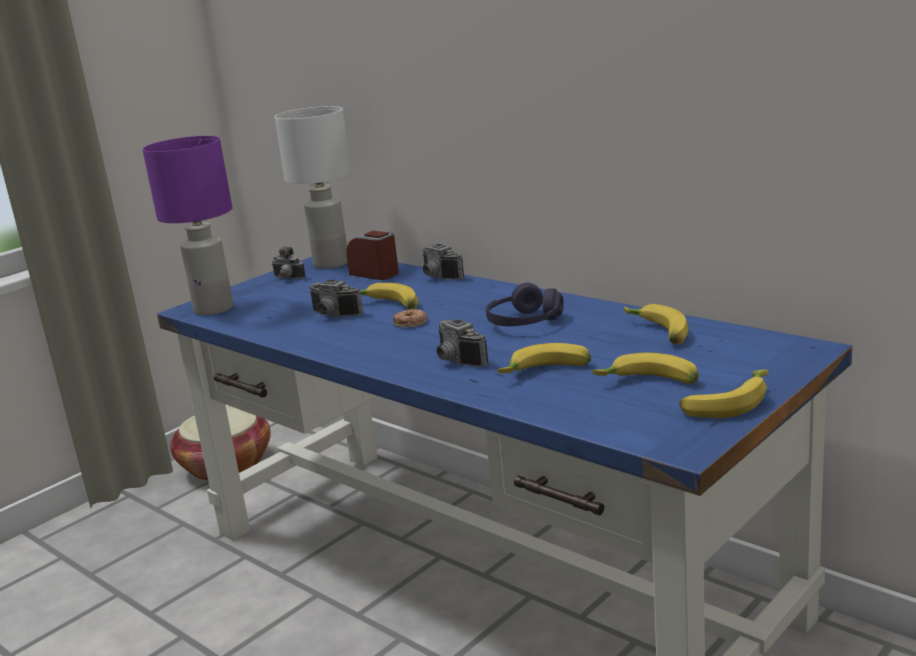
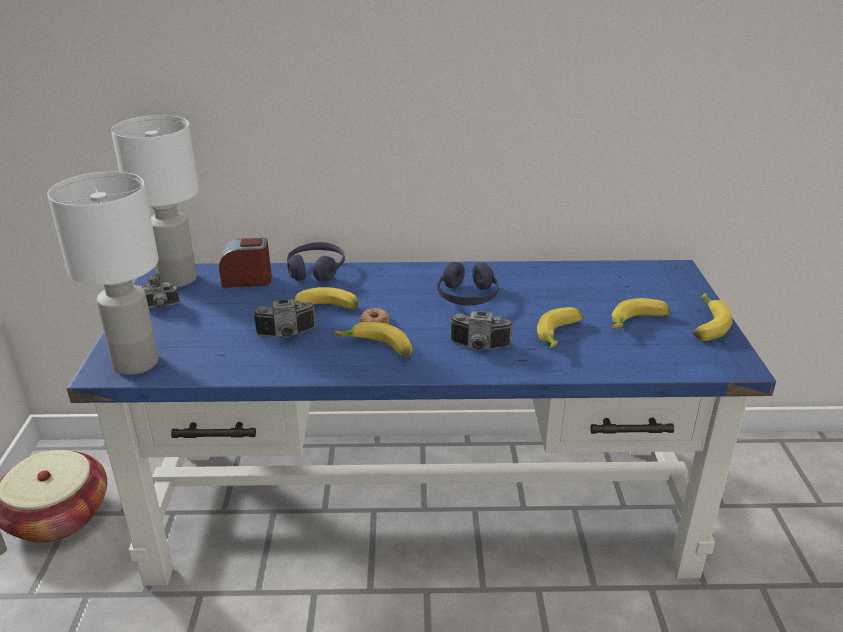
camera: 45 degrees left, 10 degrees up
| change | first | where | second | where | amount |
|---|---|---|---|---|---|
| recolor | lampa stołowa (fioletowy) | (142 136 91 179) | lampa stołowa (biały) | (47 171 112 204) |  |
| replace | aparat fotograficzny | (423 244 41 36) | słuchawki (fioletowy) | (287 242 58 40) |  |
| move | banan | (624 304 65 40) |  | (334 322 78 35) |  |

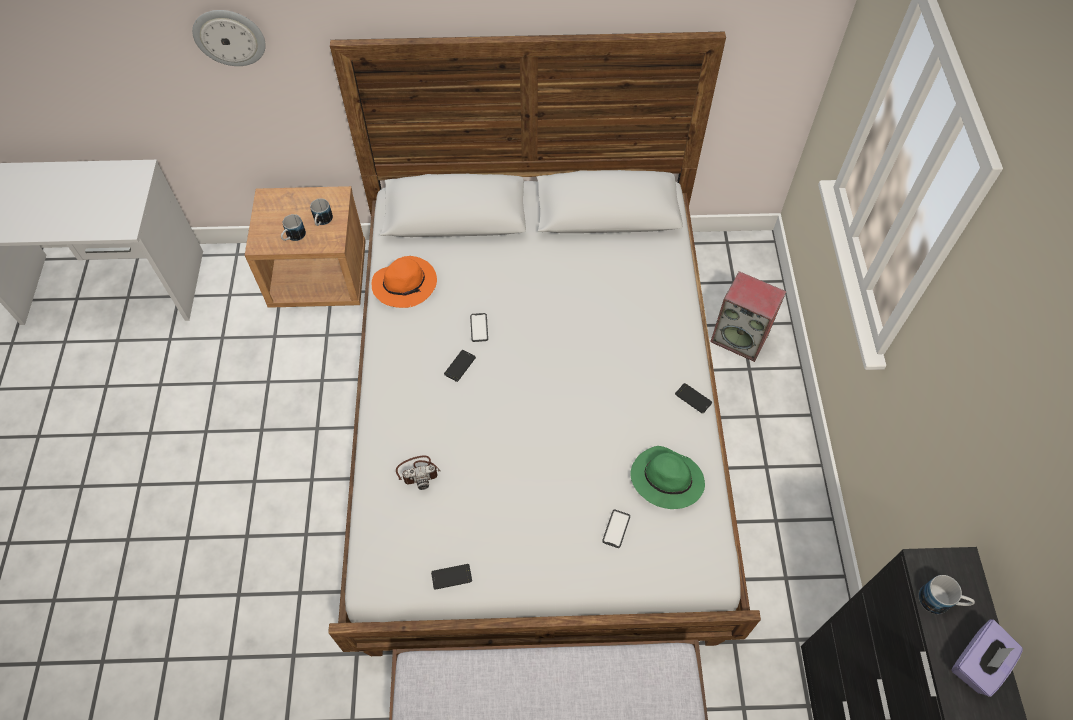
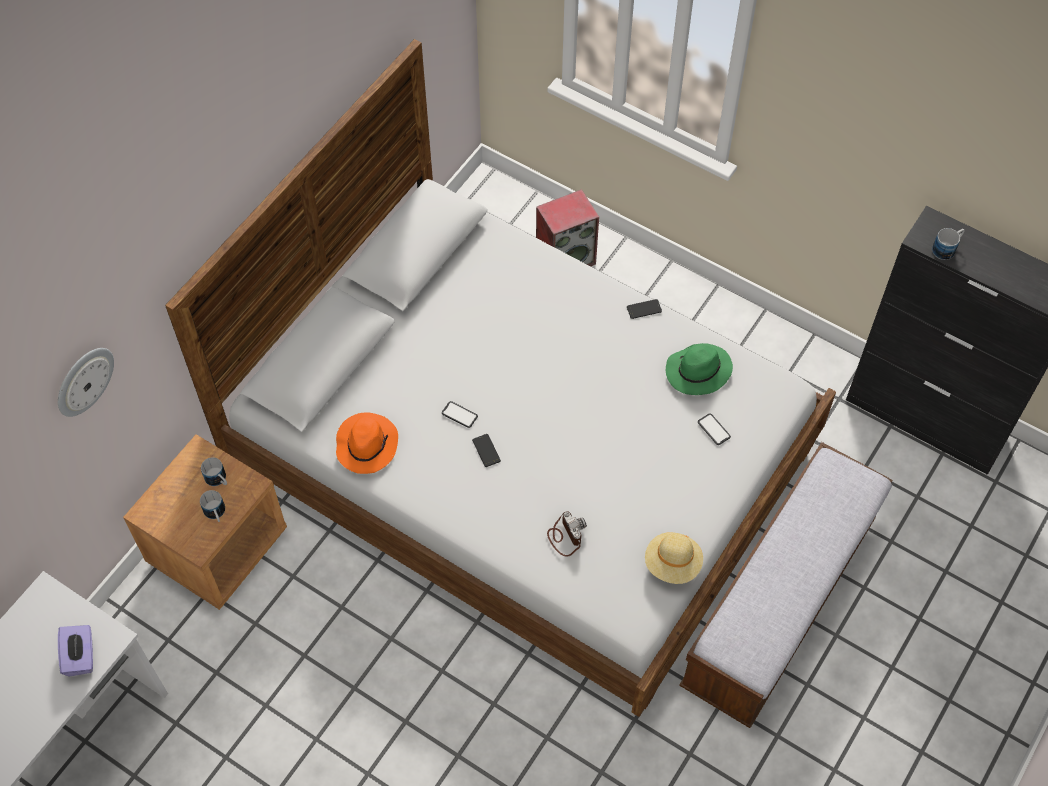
camera: 55 degrees left, 0 degrees up
| change | first | where | second | where | amount |
|---|---|---|---|---|---|
| move | pudełko chusteczek (fioletowy) | (951 619 72 78) |  | (58 625 35 52) |  |
| rotate | aparat fotograficzny | (396 455 45 35) |  | (547 511 40 46) | 45 degrees counterclockwise |
| replace | telefon | (431 564 41 26) | kapelusz (beżowy) | (645 532 58 52) |  |

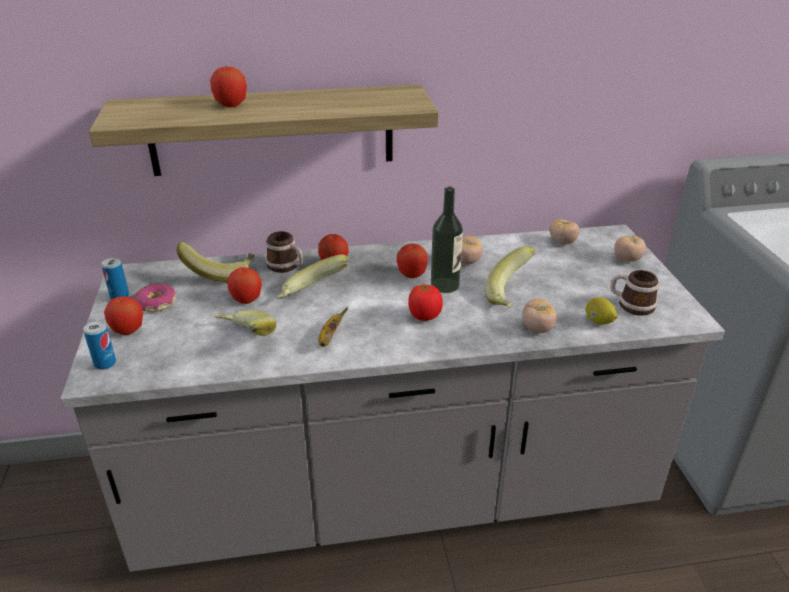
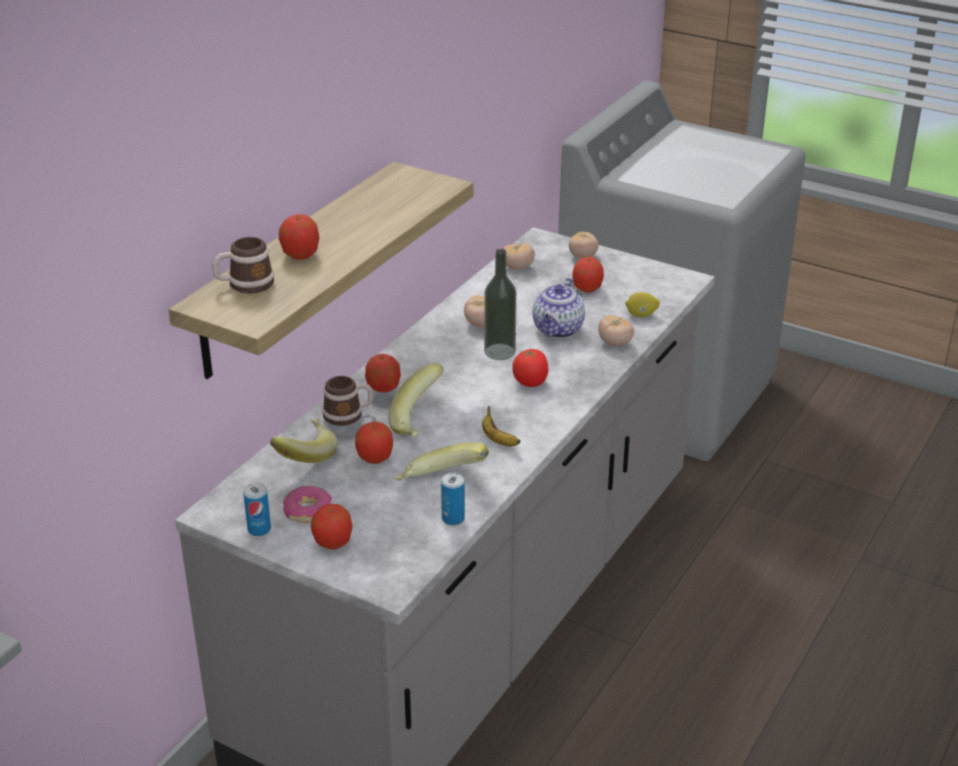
camera: 50 degrees left, 0 degrees up
| change | first | where | second | where | amount |
|---|---|---|---|---|---|
| move | kubek | (610 270 49 46) |  | (212 237 62 57) |  |
| move | puszka | (83 321 33 49) |  | (441 473 24 53) |  |
| replace | banan | (485 246 51 62) | imbryk | (532 278 53 60) |  |
| move | jabłko | (397 244 31 34) |  | (572 257 32 36) |  |

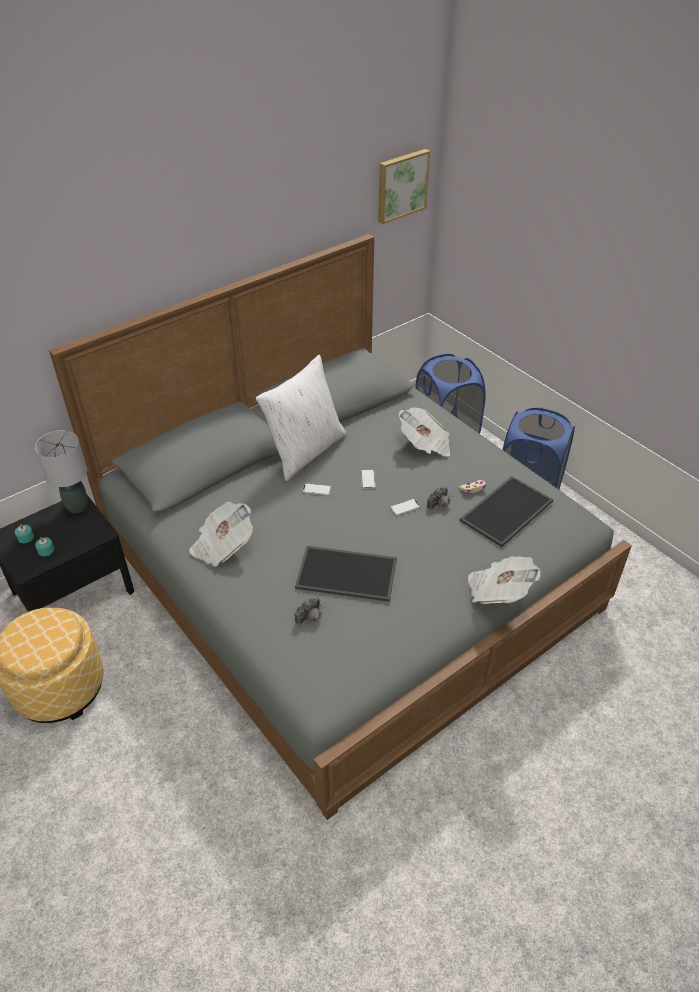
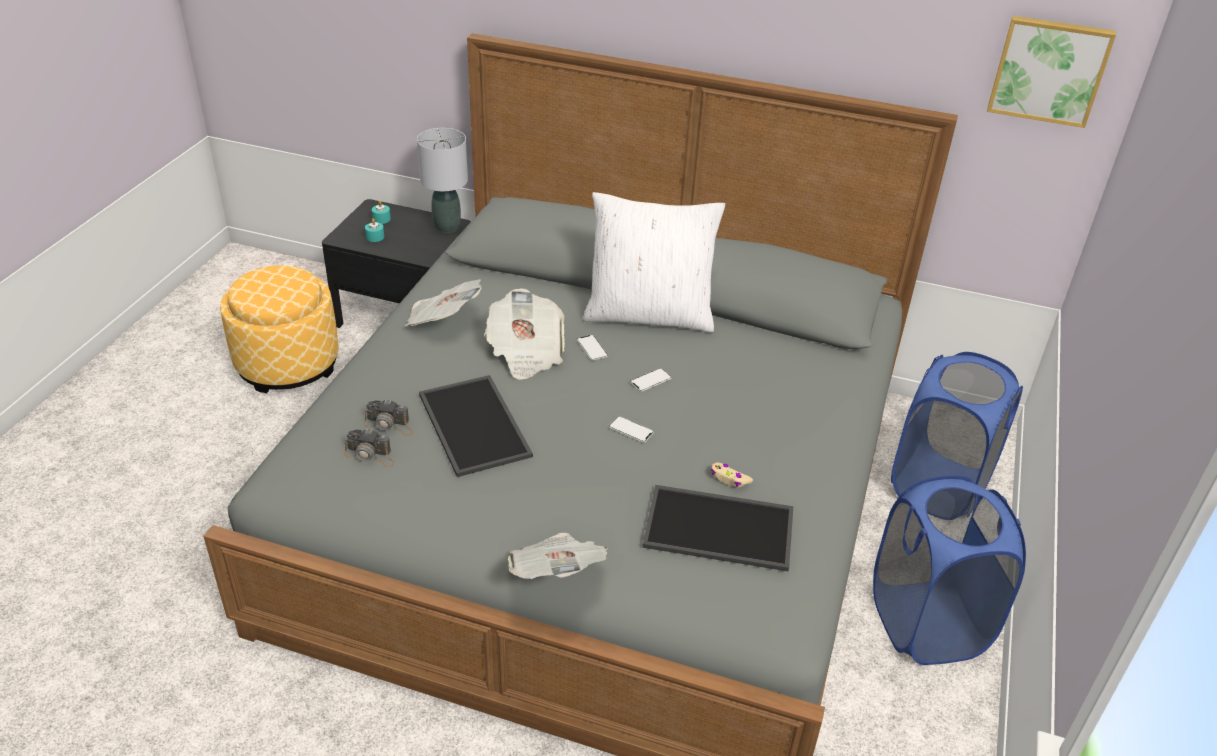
camera: 55 degrees right, 5 degrees down
| change | first | where | second | where | amount |
|---|---|---|---|---|---|
| move | aparat fotograficzny | (427 486 31 27) |  | (344 428 51 39) |  |
| move | gazeta | (399 407 51 50) |  | (484 288 81 92) |  |

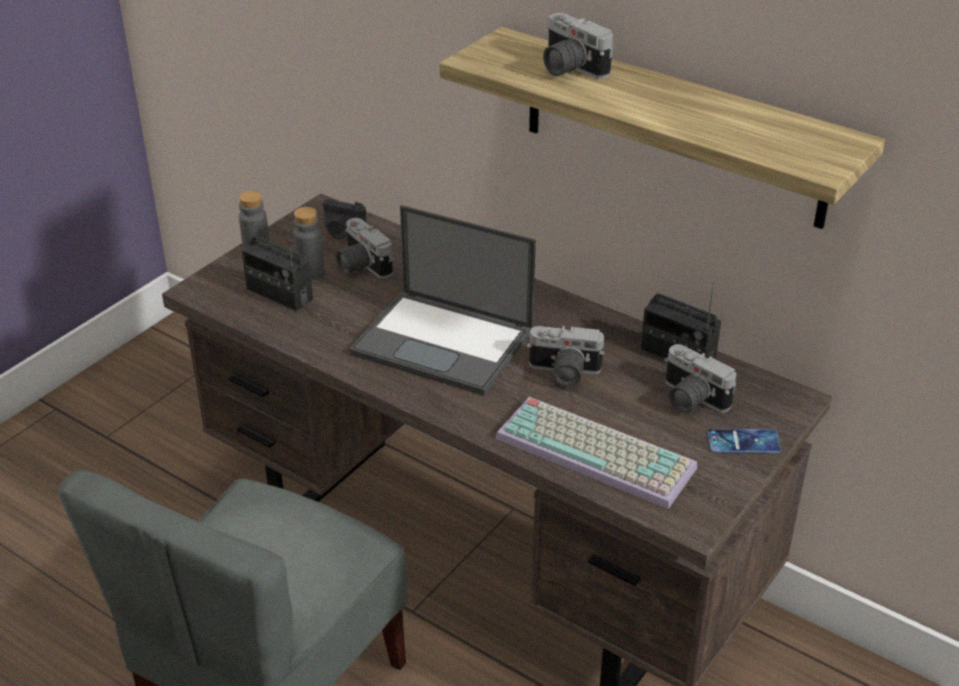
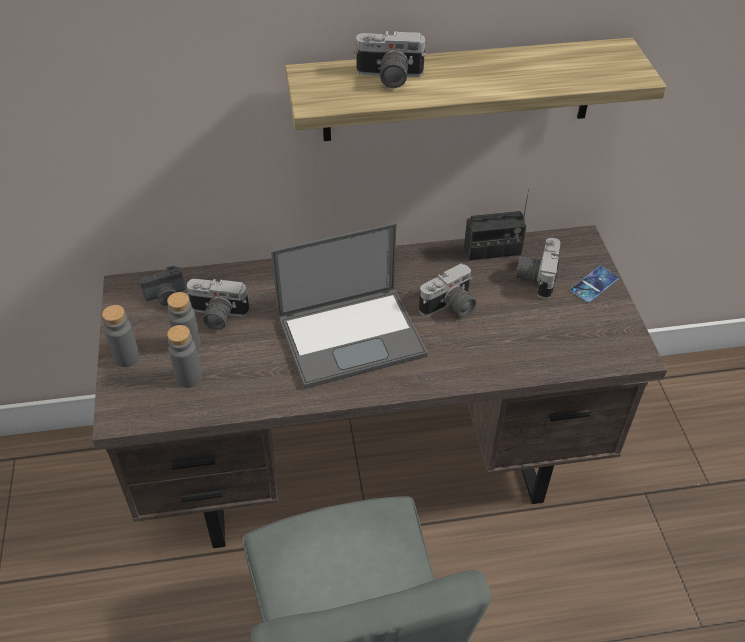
camera: 45 degrees left, 10 degrees up
| change | first | where | second | where | amount |
|---|---|---|---|---|---|
| replace | radio | (242 221 71 90) | butelka (szary) | (167 325 35 63) |  |
| rotate | aparat fotograficzny | (664 344 72 69) |  | (516 238 45 61) | 105 degrees clockwise |
| delete | klawiatura | (496 397 201 112) |  |  |  |

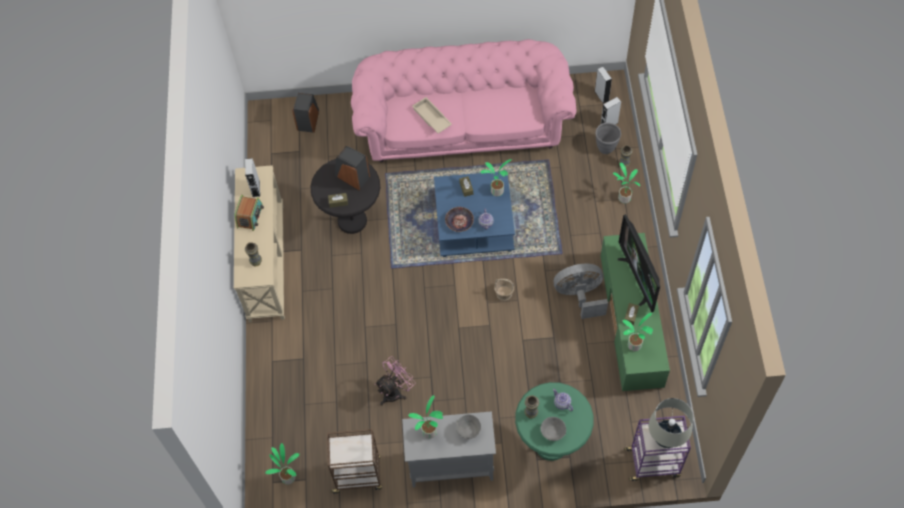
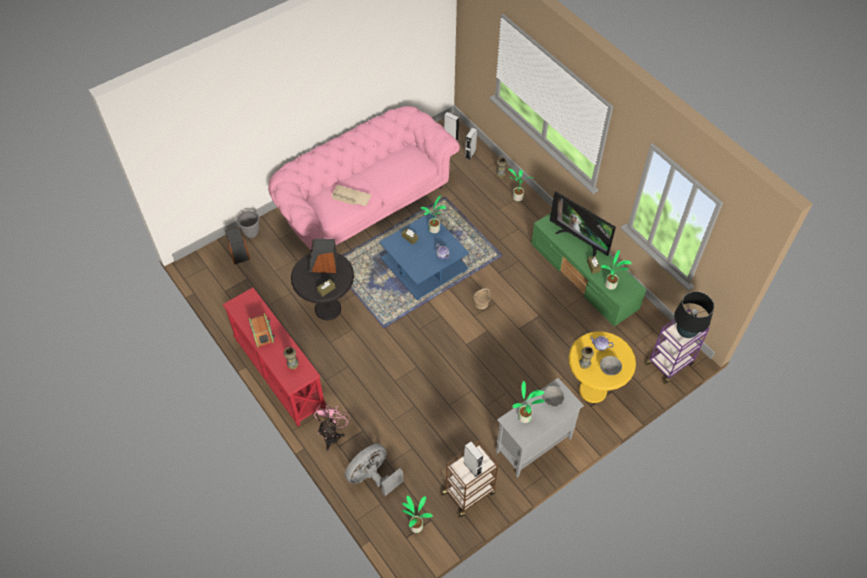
camera: 35 degrees left, 5 degrees down
| change | first | where | second | where | amount |
|---|---|---|---|---|---|
| recolor | stolik konsolowy (beżowy) | (234 165 51 157) | stolik konsolowy (czerwony) | (223 288 103 139) |  |
| move | donica (szary) | (596 123 25 31) |  | (237 210 23 28) |  |
| move | wentylator (różowy) | (375 356 40 49) |  | (314 403 36 48) |  |
| move | wentylator (szary) | (554 264 54 55) |  | (345 444 58 52) |  |
| move | głośnik (szary) | (245 158 15 39) |  | (463 441 20 36) |  |
| recolor | stolik (zielony) | (515 382 79 79) | stolik (żółty) | (569 331 67 72) |  |
| recolor | lampa stołowa (beżowy) | (649 398 45 50) | lampa stołowa (czarny) | (674 291 40 47) |  |
| delete | miska | (445 207 29 25) |  |  |  |

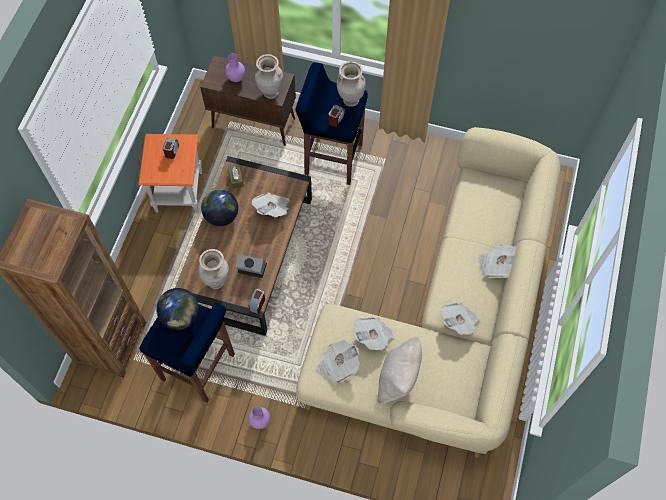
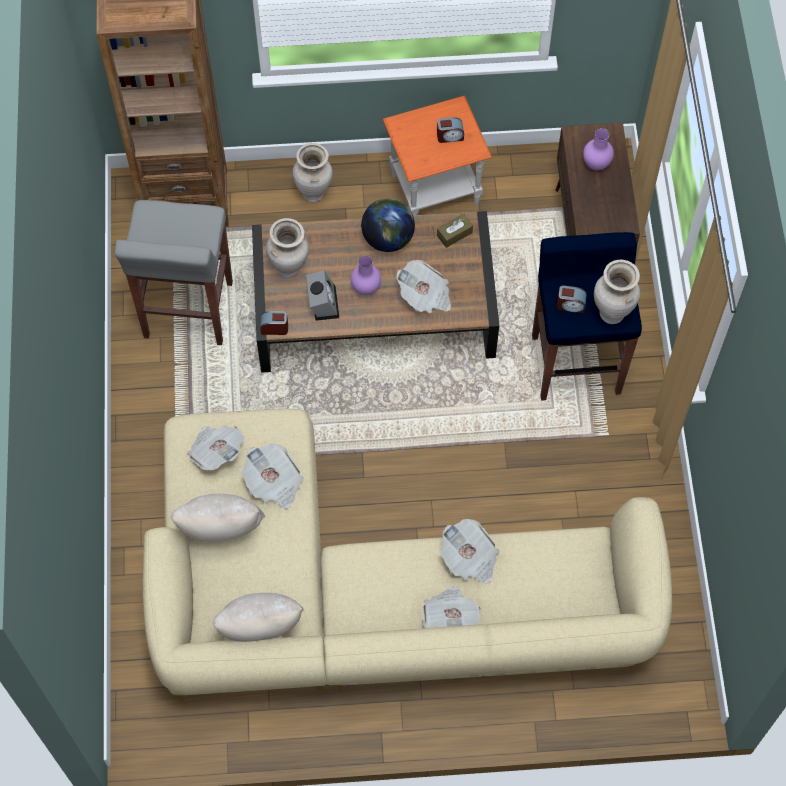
camera: 70 degrees right, 0 degrees up
| change | first | where | second | where | amount |
|---|---|---|---|---|---|
| recolor | stołek (niebieski) | (140 302 95 101) | stołek (szary) | (115 200 118 145) |  |
| insert |  |  | poduszka (beżowy) | (212 593 92 49) |  |
| move | wazon (beżowy) | (255 54 28 45) |  | (293 143 40 59) |  |
| move | wazon (fioletowy) | (248 406 22 23) |  | (351 256 30 39) |  |
| move | gazeta | (441 303 39 32) |  | (440 519 60 65) |  |
| delete | globus | (156 288 43 42) |  |  |  |

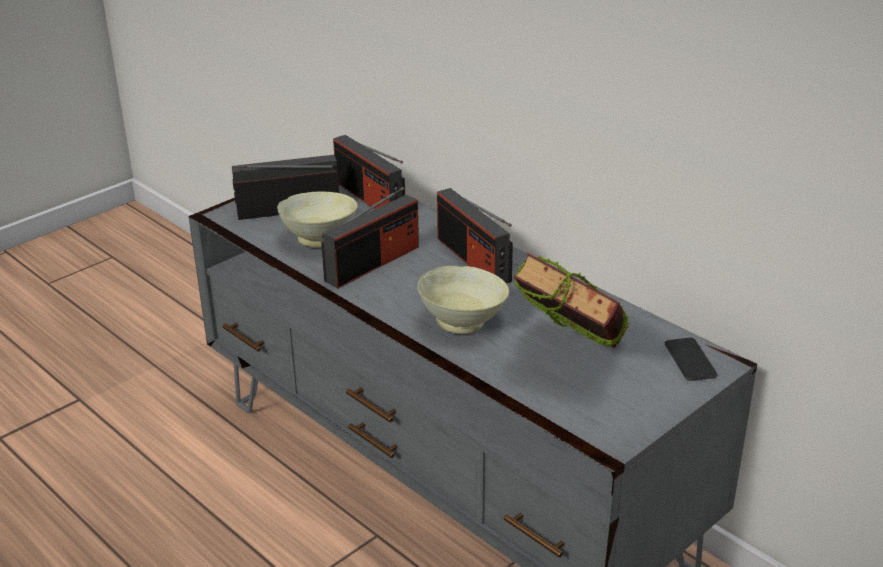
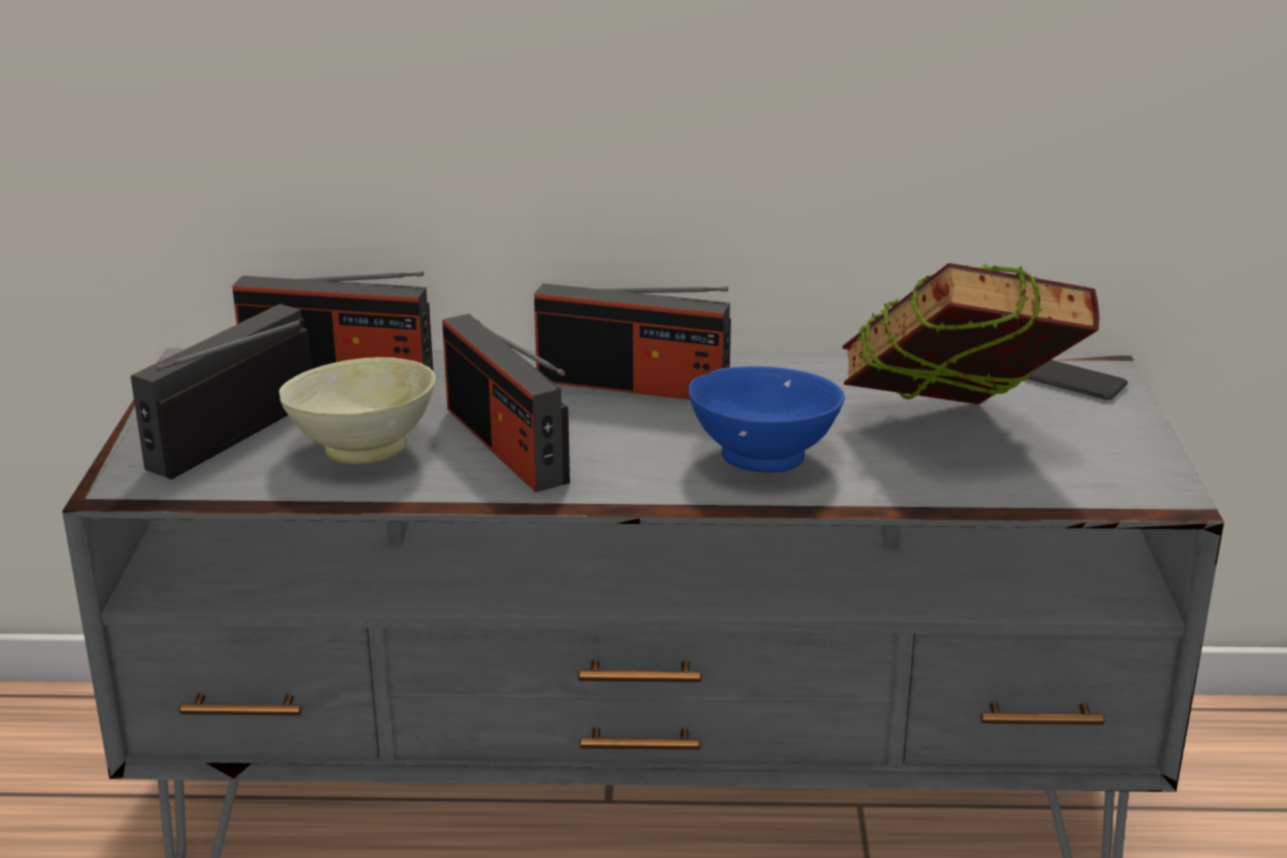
camera: 45 degrees left, 5 degrees down
| change | first | where | second | where | amount |
|---|---|---|---|---|---|
| rotate | radio | (321 187 98 102) |  | (442 314 128 178) | 150 degrees clockwise |
| recolor | miska (beżowy) | (417 266 92 68) | miska (niebieski) | (689 366 156 107) |  |

